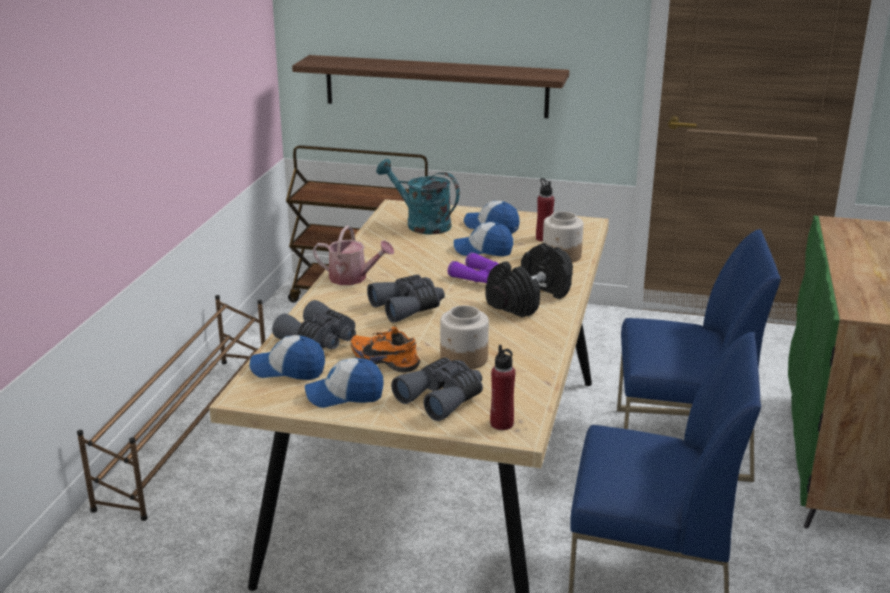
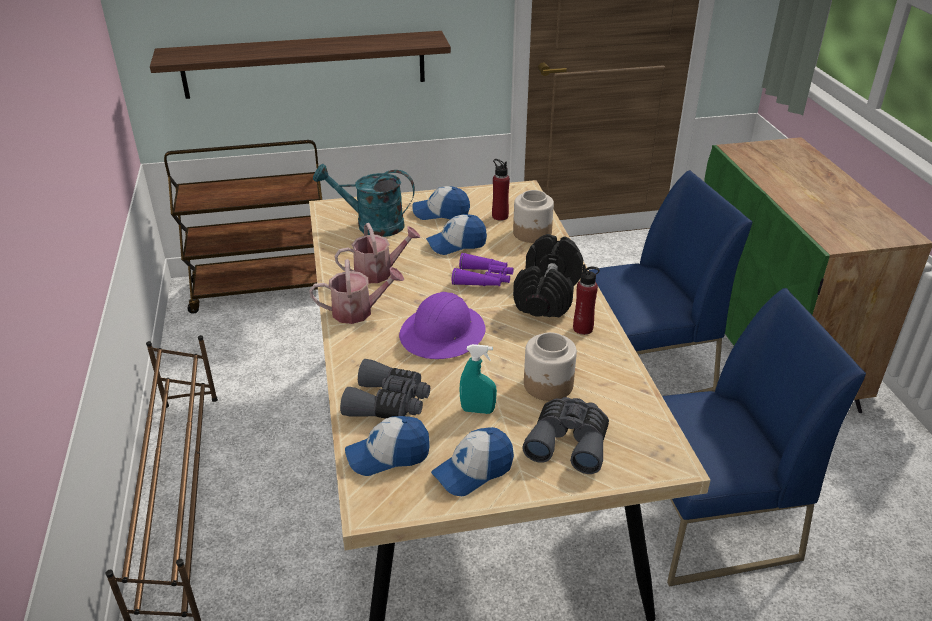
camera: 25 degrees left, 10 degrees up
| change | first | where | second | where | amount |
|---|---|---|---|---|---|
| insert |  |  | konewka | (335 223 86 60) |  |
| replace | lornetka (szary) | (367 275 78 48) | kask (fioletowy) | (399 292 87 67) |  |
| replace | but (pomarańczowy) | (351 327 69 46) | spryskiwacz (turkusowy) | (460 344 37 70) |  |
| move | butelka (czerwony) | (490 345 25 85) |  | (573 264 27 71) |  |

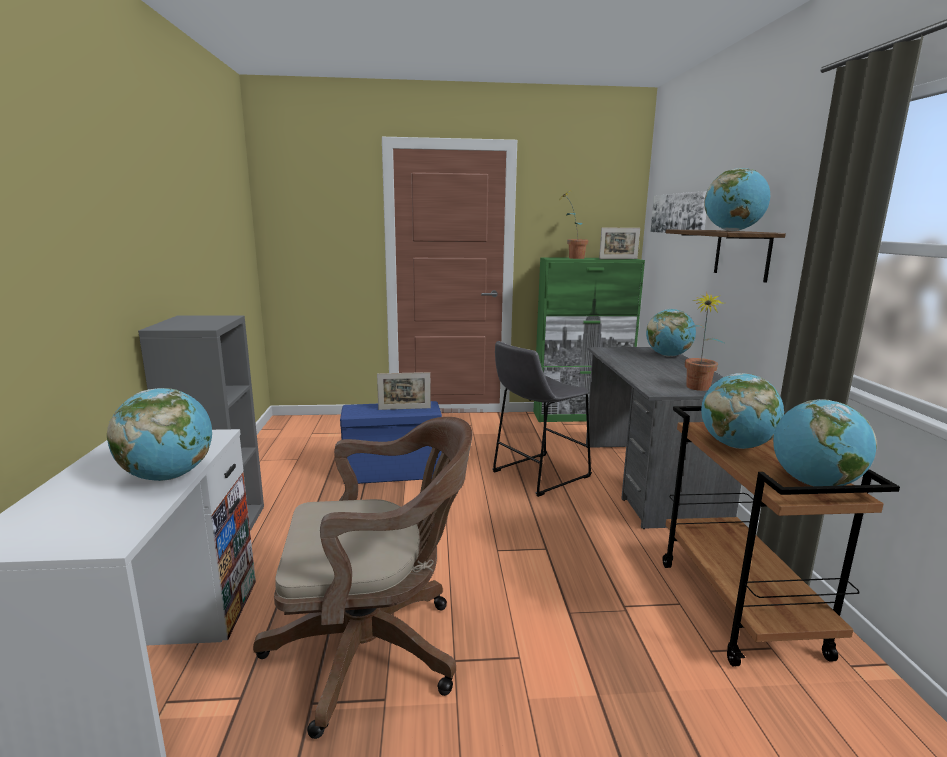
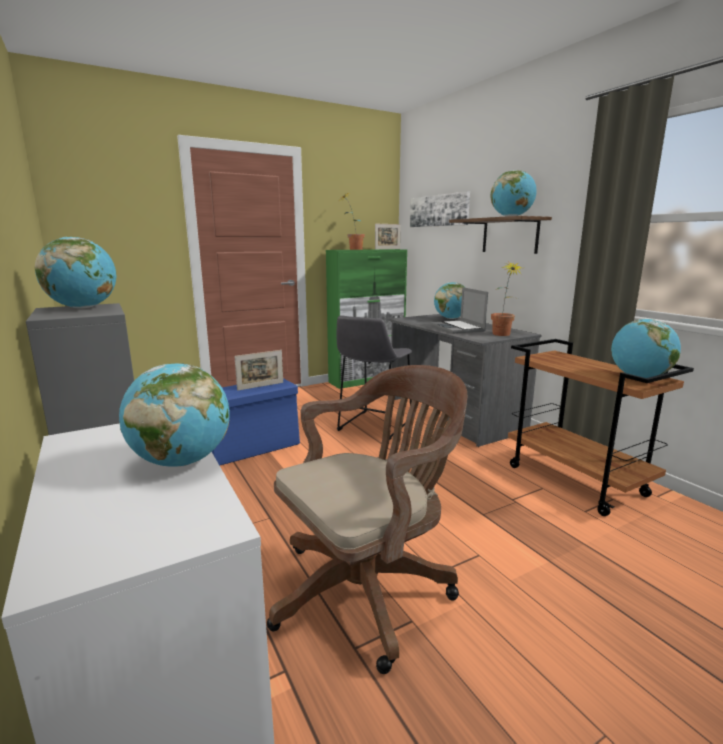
camera: 25 degrees left, 0 degrees up
| change | first | where | second | where | amount |
|---|---|---|---|---|---|
| move | globus | (701 373 83 76) |  | (35 237 81 71) |  |
| insert |  |  | laptop | (431 287 57 47) |  |

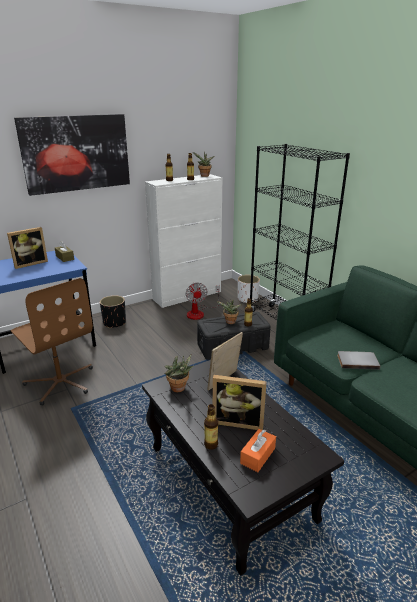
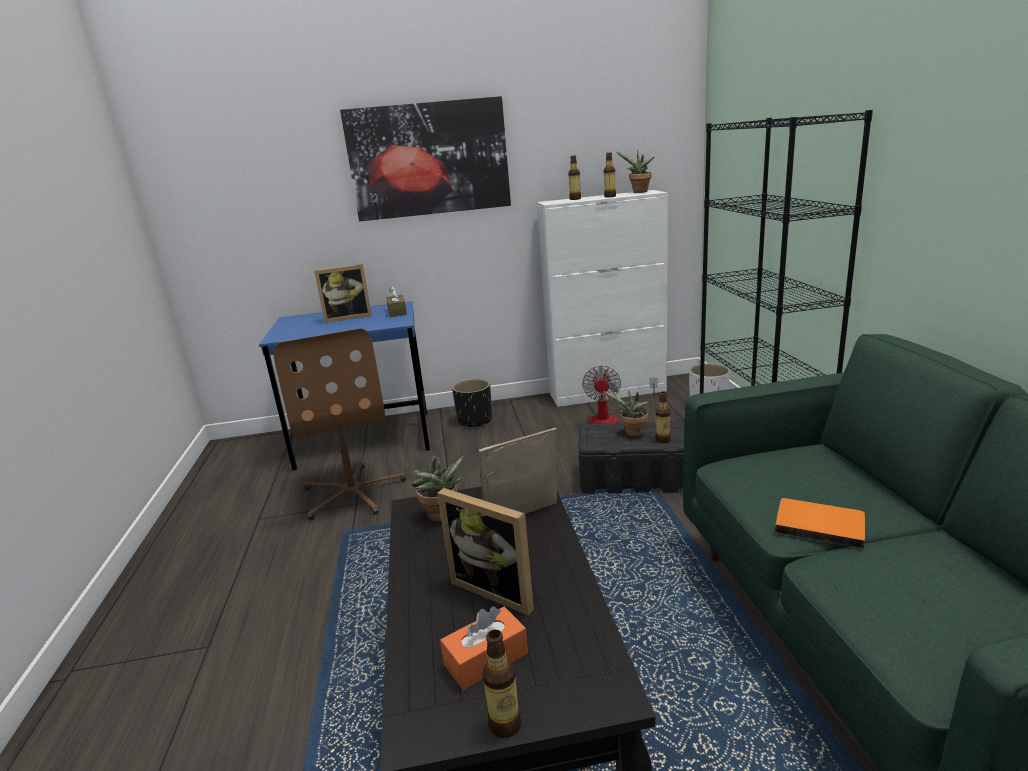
camera: 25 degrees right, 5 degrees down
| change | first | where | second | where | amount |
|---|---|---|---|---|---|
| move | butelka | (204 404 14 46) |  | (482 630 39 108) |  |
| recolor | książka (szary) | (337 351 43 19) | książka (pomarańczowy) | (775 498 90 51) |  |

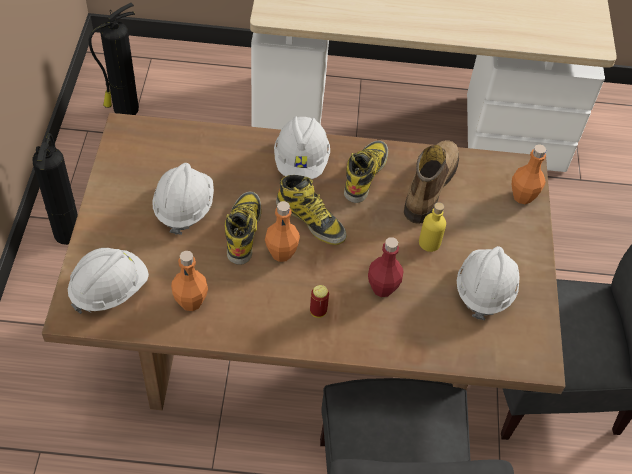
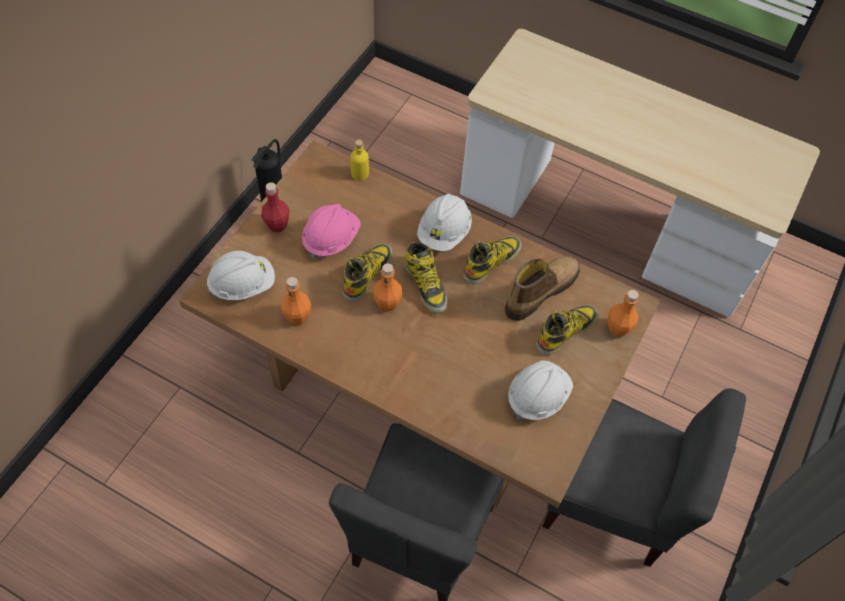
camera: 25 degrees right, 5 degrees up
| change | first | where | second | where | amount |
|---|---|---|---|---|---|
| move | butelka (czerwony) | (368 237 35 60) |  | (261 182 28 51) |  |
| recolor | kask (biały) | (152 163 62 72) | kask (różowy) | (302 204 59 56) |  |
| move | butelka (żółty) | (419 202 27 50) |  | (350 139 19 42) |  |
| insert |  |  | but z cholewką | (536 305 62 50) |  |
| delete | gaśnica | (89 3 50 112) |  |  |  |
| delete | puszka | (310 285 19 33) |  |  |  |

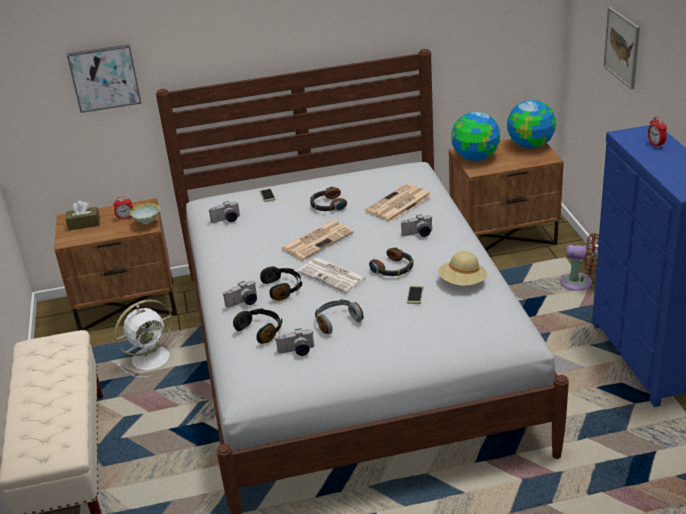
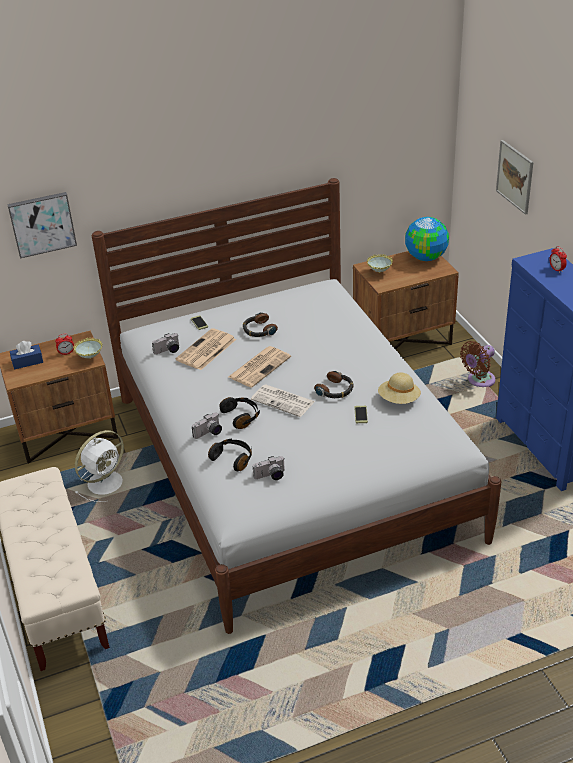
camera: 10 degrees left, 5 degrees up
| change | first | where | second | where | amount |
|---|---|---|---|---|---|
| recolor | pudełko chusteczek (brązowy) | (66 201 34 29) | pudełko chusteczek (niebieski) | (10 341 33 28) |  |
| move | gazeta | (365 183 67 39) |  | (176 328 60 42) |  |
| replace | globus | (451 112 49 49) | miska | (367 254 26 19) |  |
| rotate | wentylator (brązowy) | (561 233 38 58) |  | (460 341 35 46) | 135 degrees clockwise |
| delete | słuchawki (szary) | (315 299 49 35) |  |  |  |
| delete | aparat fotograficzny | (401 214 31 23) |  |  |  |

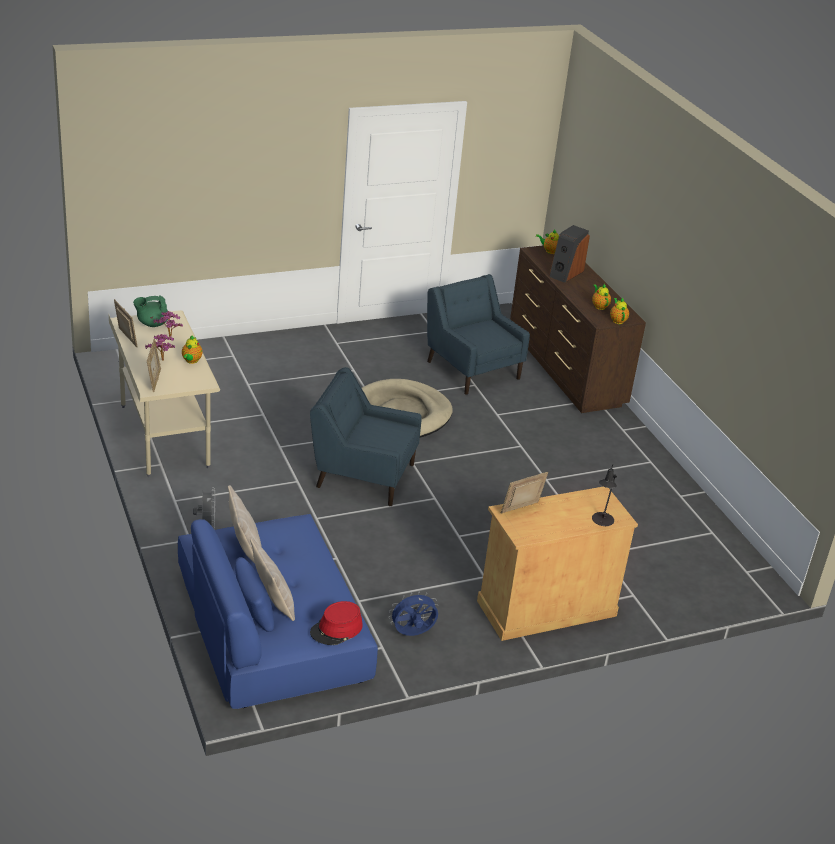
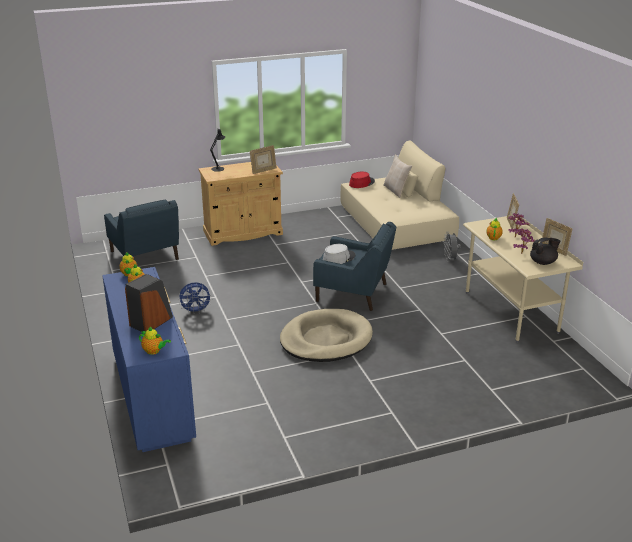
camera: 175 degrees left, 5 degrees down
| change | first | where | second | where | amount |
|---|---|---|---|---|---|
| recolor | komoda (brązowy) | (510 245 136 168) | komoda (niebieski) | (102 267 94 185) |  |
| move | fotel (niebieski) | (427 274 103 121) |  | (104 200 75 60) |  |
| move | wentylator (niebieski) | (389 591 49 45) |  | (179 282 32 31) |  |
| insert |  |  | kapelusz (szary) | (323 244 32 20) |  |
| recolor | kanapa (niebieski) | (178 514 200 195) | kanapa (beżowy) | (341 140 118 110) |  |
| recolor | imbryk (zielony) | (133 295 35 32) | imbryk (czarny) | (530 238 31 27) |  |
| delete | poduszka (beżowy) | (228 485 34 78) |  |  |  |

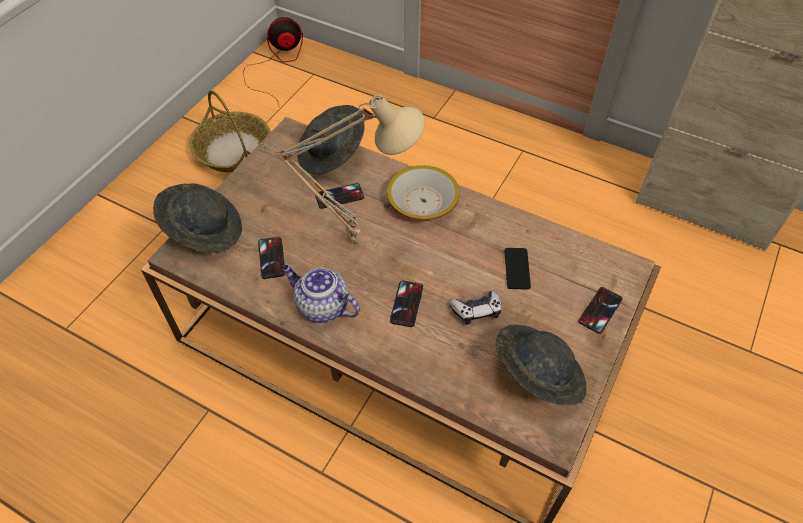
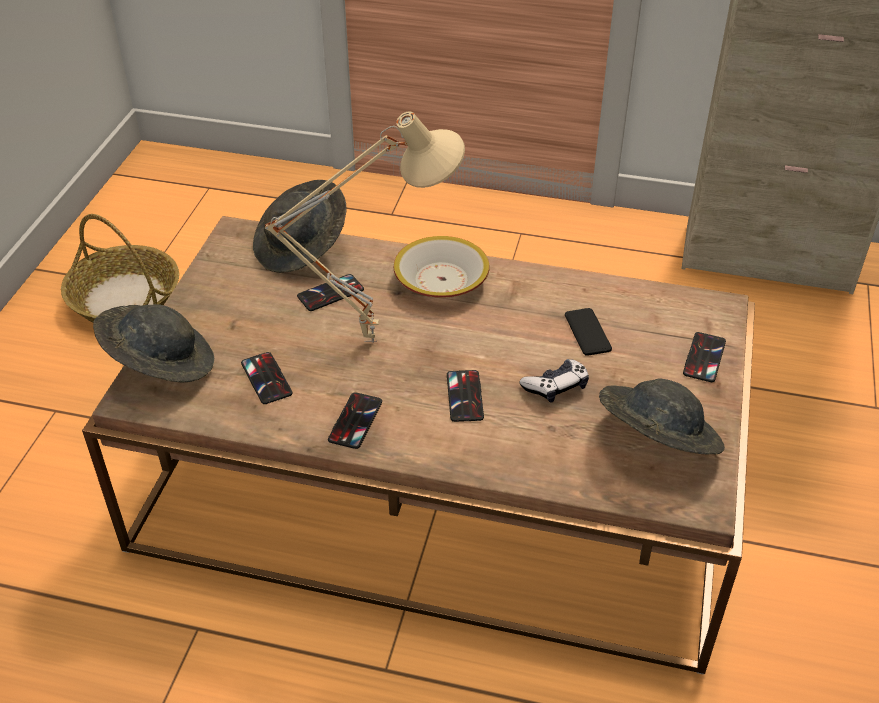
camera: 15 degrees left, 10 degrees down
| change | first | where | second | where | amount |
|---|---|---|---|---|---|
| replace | imbryk | (282 265 78 58) | telefon | (328 392 54 57) |  |
| delete | wentylator | (243 17 60 91) |  |  |  |

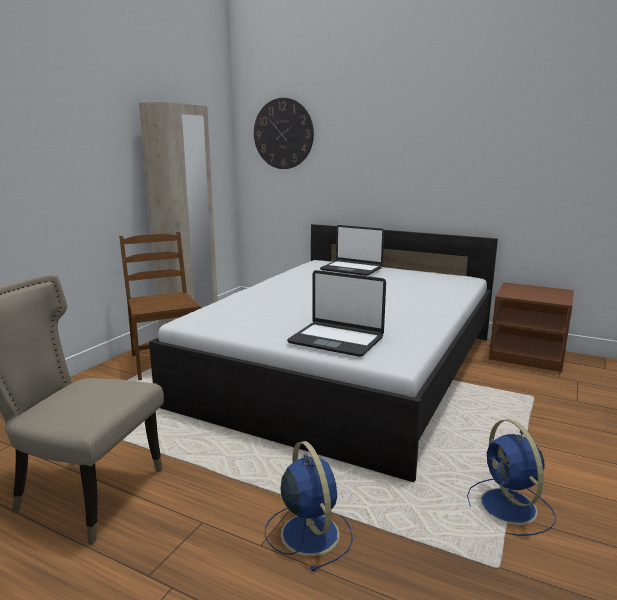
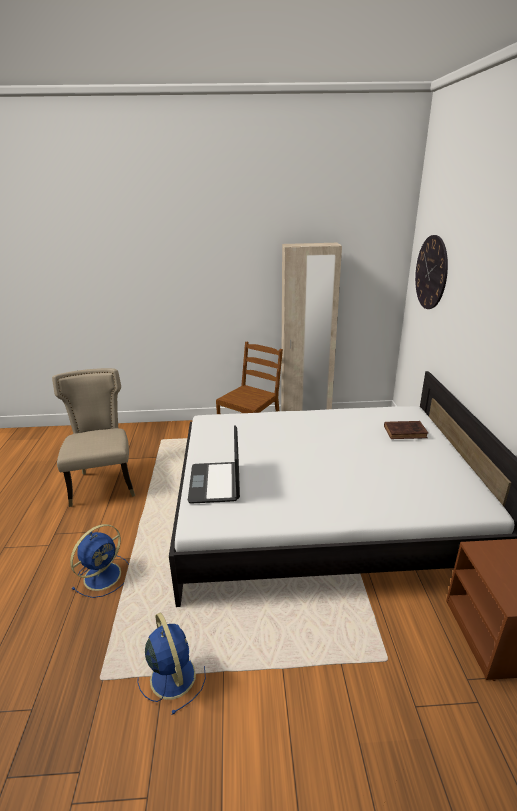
camera: 60 degrees right, 10 degrees up
| change | first | where | second | where | amount |
|---|---|---|---|---|---|
| rotate | wentylator (niebieski) | (467 419 89 117) |  | (137 612 69 103) | 105 degrees clockwise |
| replace | laptop | (320 225 64 51) | książka (brązowy) | (384 421 44 18) |  |

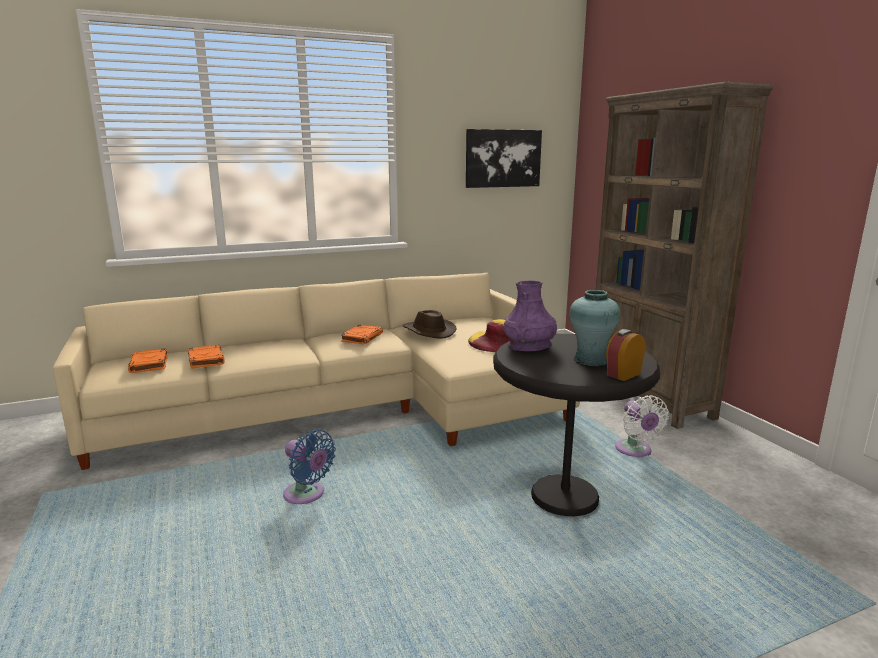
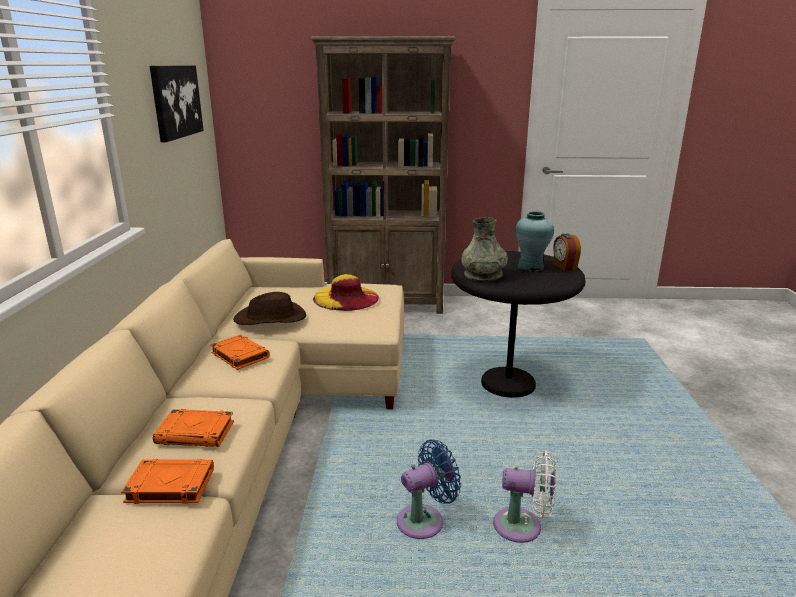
camera: 65 degrees left, 5 degrees up
| change | first | where | second | where | amount |
|---|---|---|---|---|---|
| move | książka (pomarańczowy) | (128 348 39 25) |  | (153 409 81 38) |  |
| recolor | wazon (fioletowy) | (504 280 53 71) | wazon (szary) | (461 217 47 65) |  |
| move | wentylator (biały) | (615 395 54 62) |  | (493 450 63 93) |  |

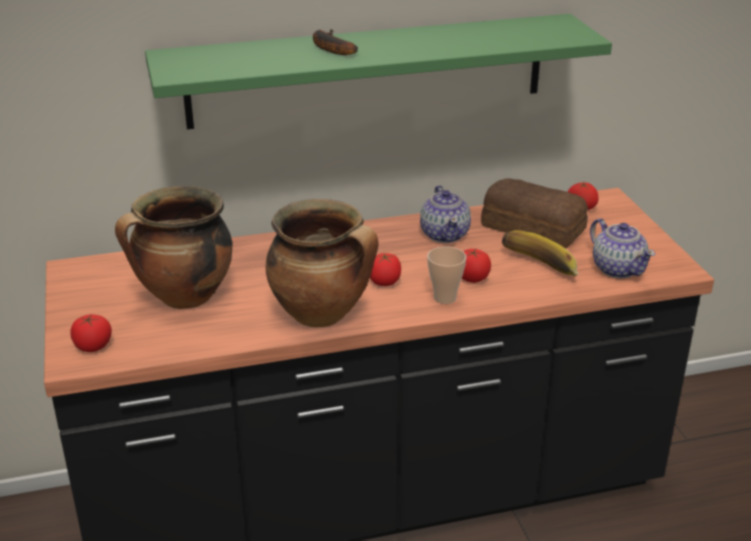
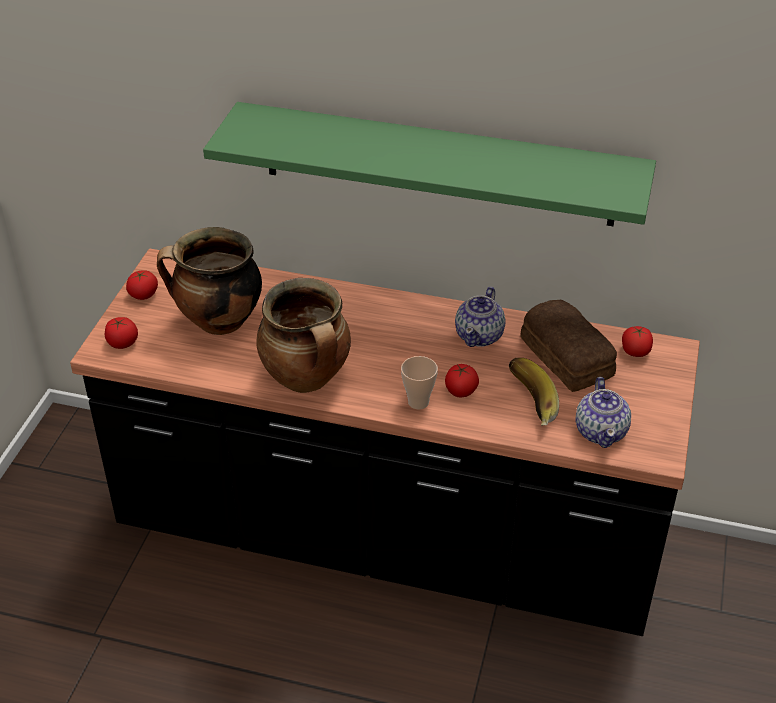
camera: 30 degrees right, 10 degrees up
| change | first | where | second | where | amount |
|---|---|---|---|---|---|
| move | pomidor | (370 253 31 33) |  | (126 270 32 30) |  |
| delete | banan | (313 29 45 26) |  |  |  |

